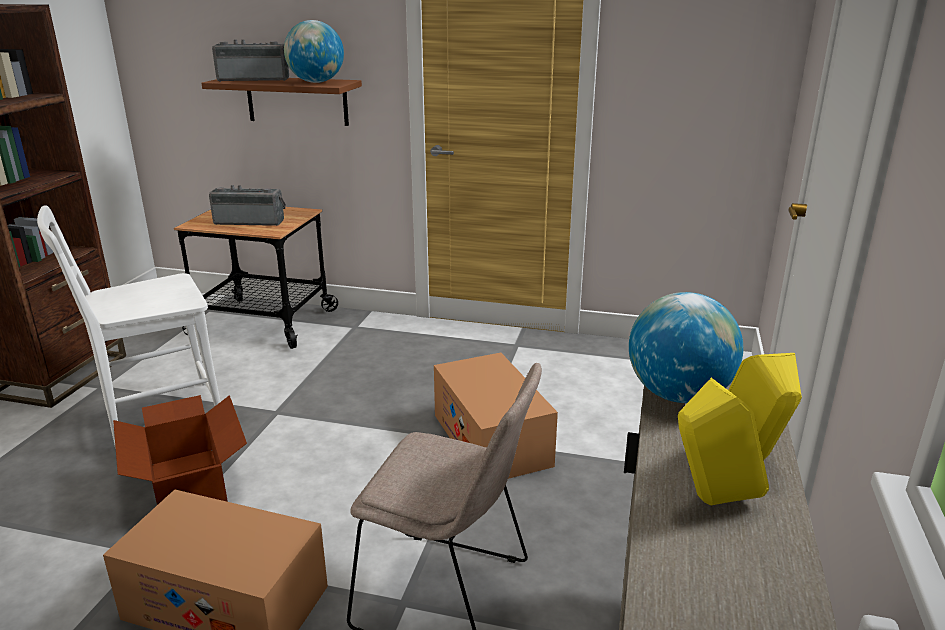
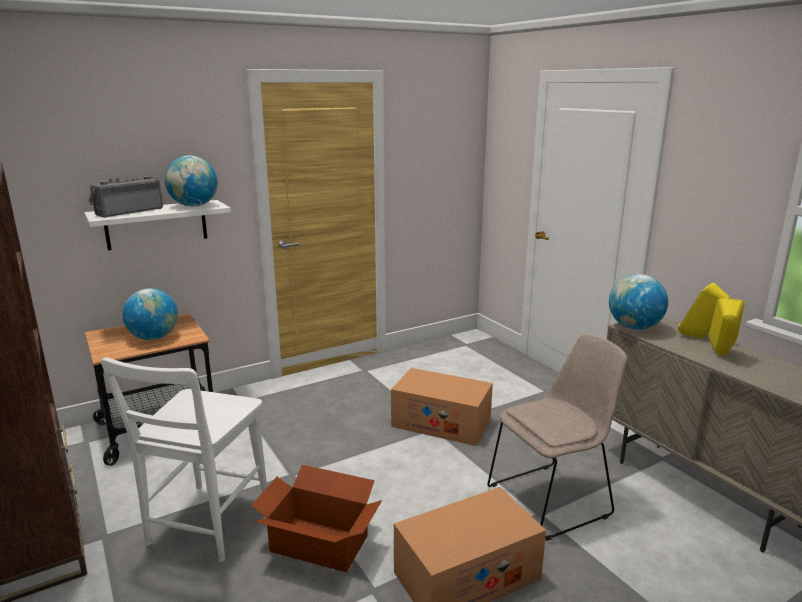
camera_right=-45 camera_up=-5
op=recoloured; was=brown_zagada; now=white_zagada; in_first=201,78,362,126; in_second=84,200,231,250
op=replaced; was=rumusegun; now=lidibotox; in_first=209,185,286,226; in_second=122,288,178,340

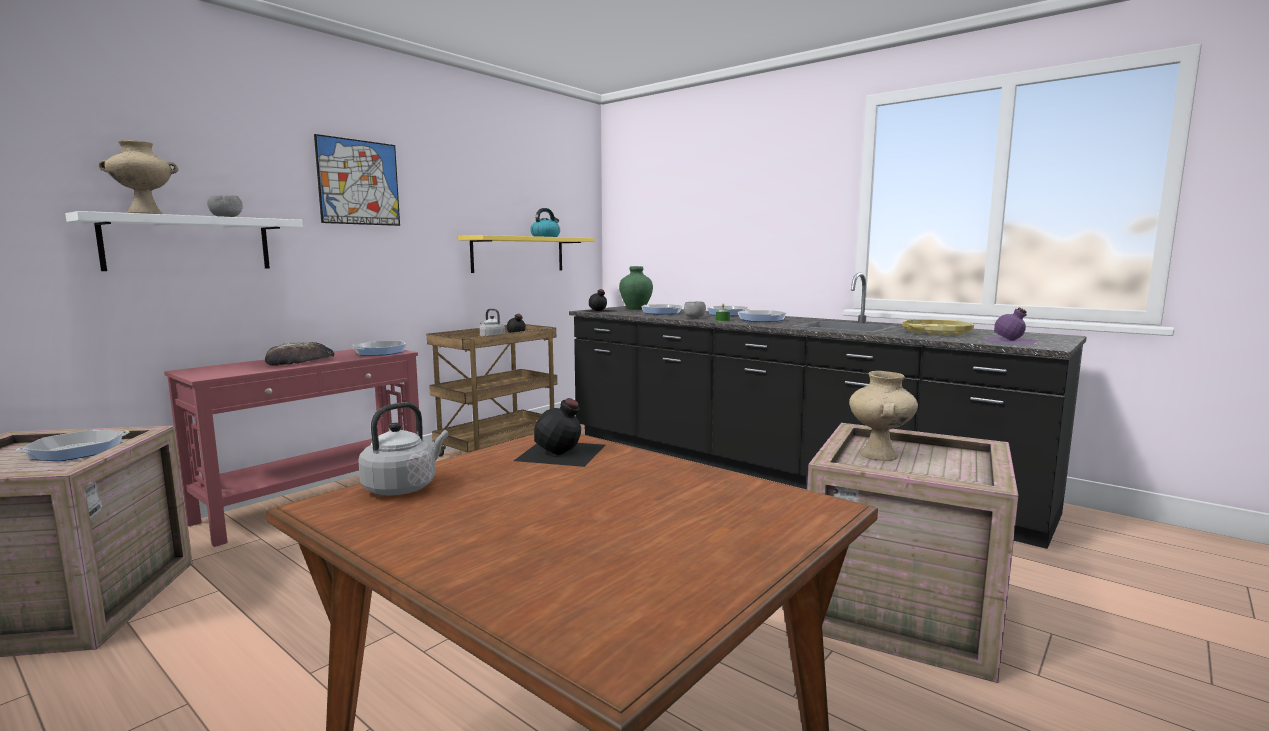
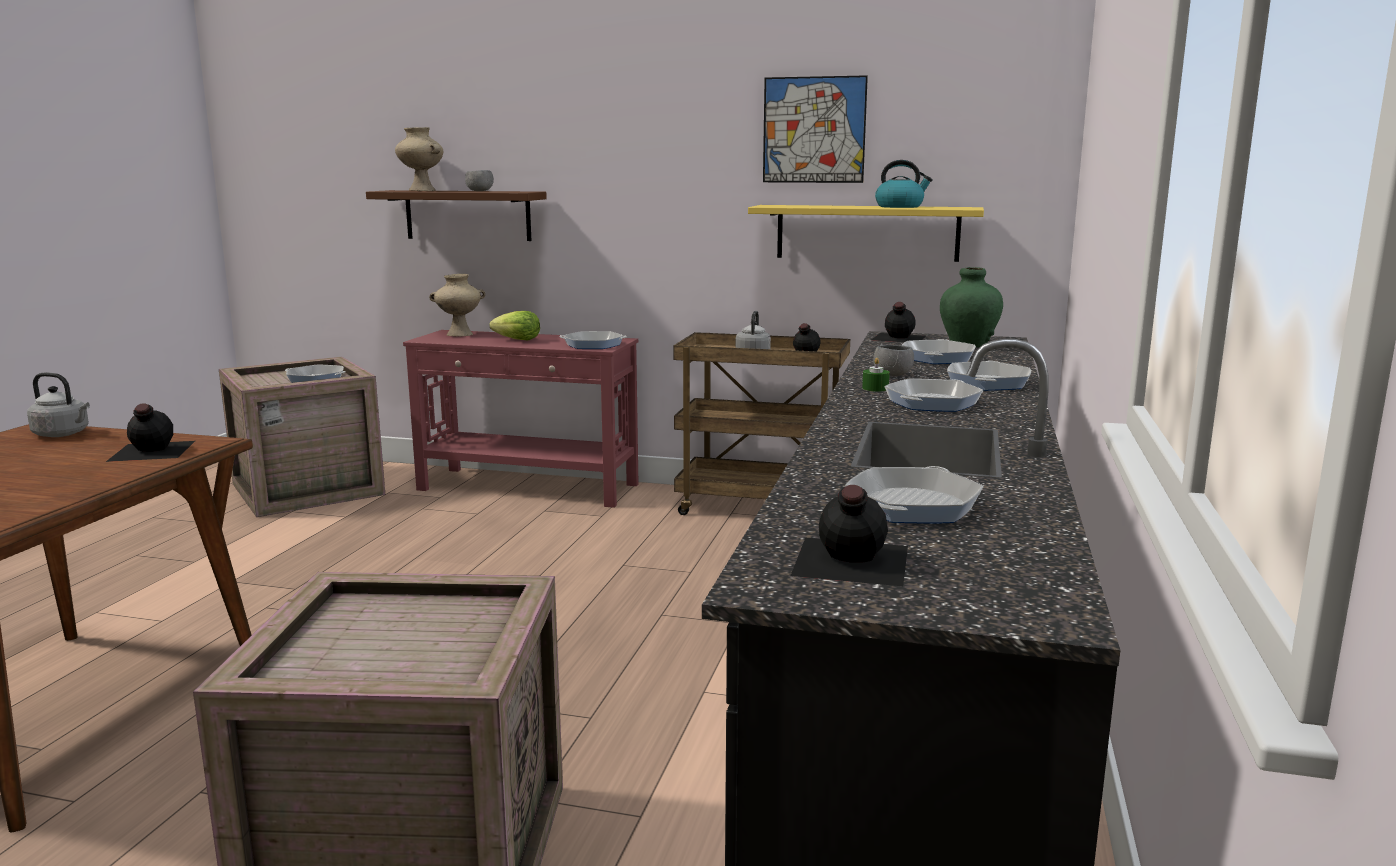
camera_right=65 camera_up=5
op=moved; was=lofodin; in_first=314,134,400,226; in_second=763,75,868,183
op=recoloured; was=white_zagada; now=brown_zagada; in_first=65,211,303,271; in_second=366,190,547,241
op=recoloured; was=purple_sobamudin; now=black_sobamudin; in_first=984,308,1038,345; in_second=791,485,908,586
op=replaced; was=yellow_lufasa; now=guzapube; in_first=902,319,974,336; in_second=845,466,984,523
op=replaced; was=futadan; now=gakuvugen; in_first=265,342,335,366; in_second=490,311,540,340
op=moved; was=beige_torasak; in_first=849,371,918,461; in_second=429,274,486,337

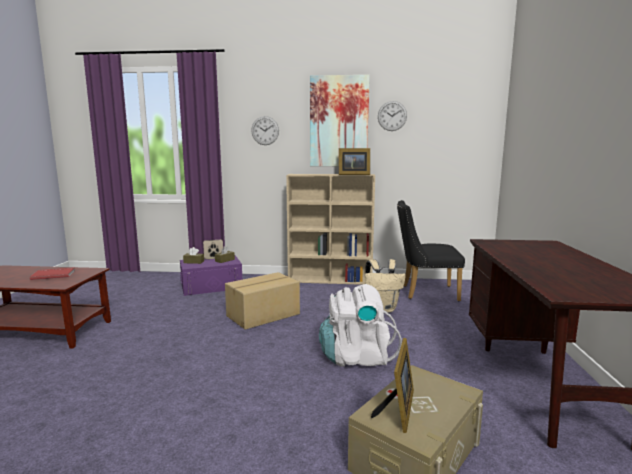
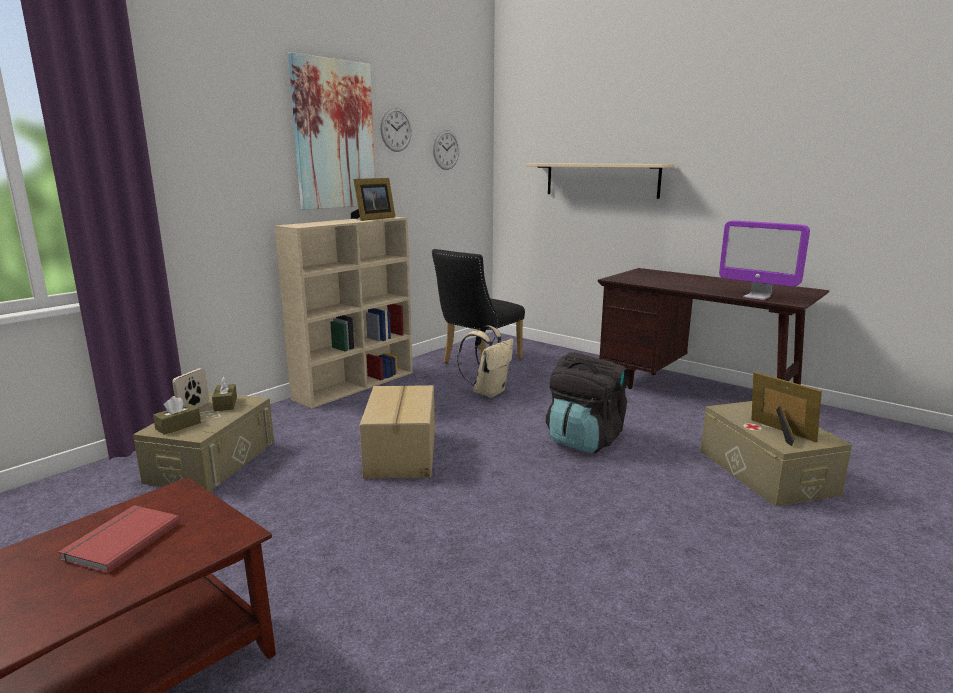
camera_right=-55 camera_up=5
op=moved; was=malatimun; in_first=251,116,279,145; in_second=433,130,459,170
op=recoloured; was=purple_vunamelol; now=beige_vunamelol; in_first=180,255,242,296; in_second=133,392,274,492
op=recoloured; was=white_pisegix; now=black_pisegix; in_first=319,284,402,367; in_second=546,353,630,453
op=added; now=beige_zagada; in_second=525,163,675,199
op=added; now=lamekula; in_second=719,221,810,300

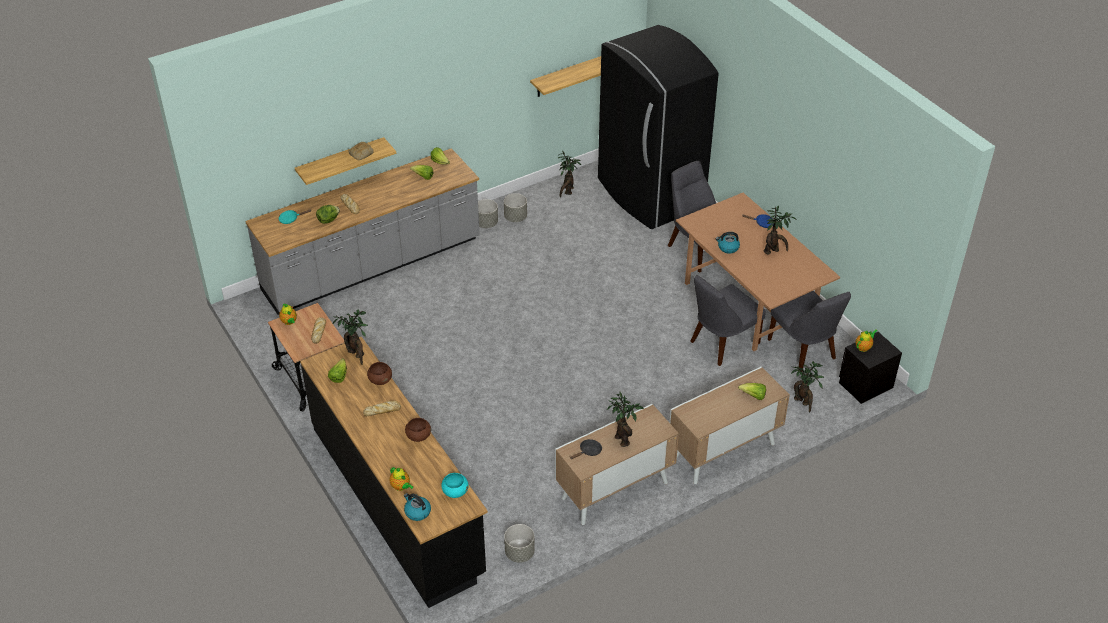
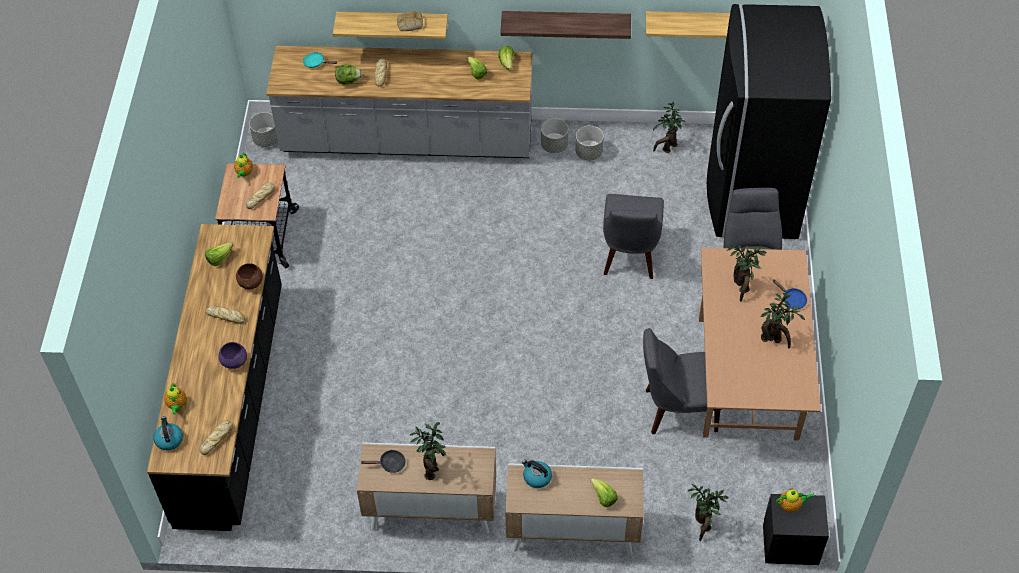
camera_right=35 camera_up=10
op=moved; was=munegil; in_first=716,232,740,254; in_second=522,459,552,488
op=moved; was=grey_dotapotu; in_first=768,291,851,370; in_second=603,194,664,279
op=moved; was=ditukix; in_first=332,309,368,365; in_second=726,243,767,302
op=recoloured; was=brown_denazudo; now=purple_denazudo; in_first=405,418,431,442; in_second=218,342,247,369
op=replaced; was=turquoise_denazudo; now=futadan; in_first=441,473,469,498; in_second=199,420,233,455
op=moved; was=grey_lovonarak; in_first=504,524,535,563; in_second=249,112,278,147
op=added; now=zagada; in_second=500,11,631,39

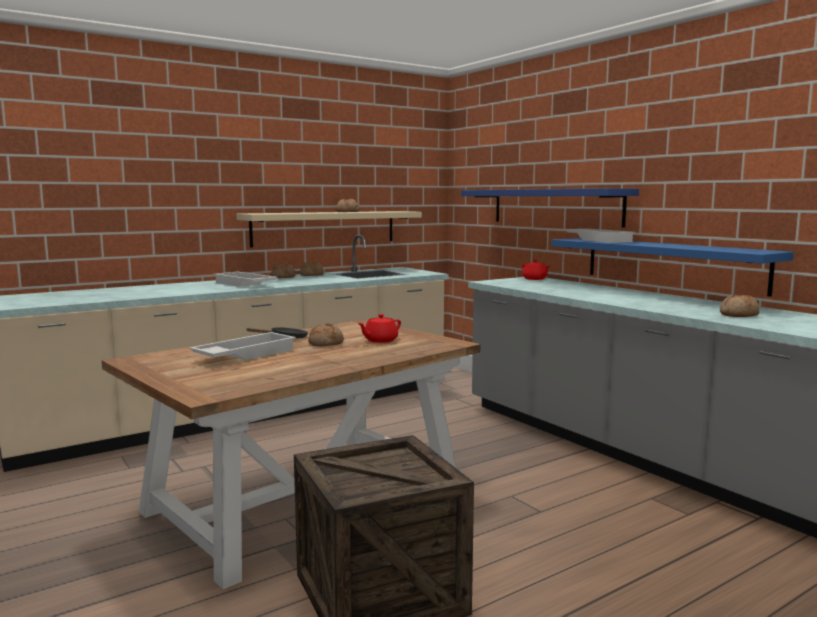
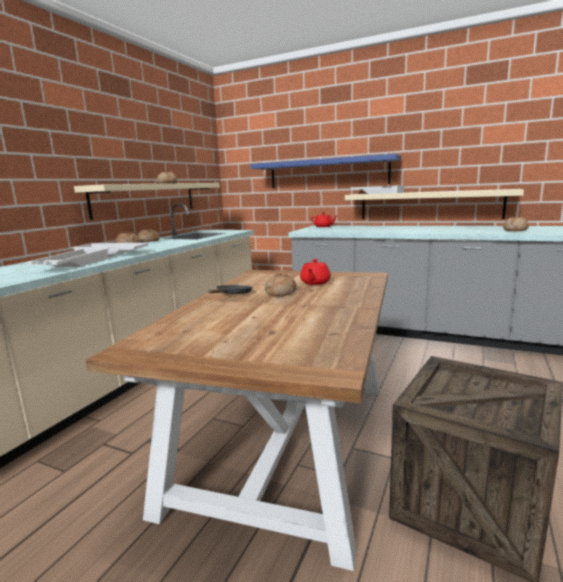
camera_right=-30 camera_up=5
op=recoloured; was=blue_zagada; now=beige_zagada; in_first=551,238,794,297; in_second=345,189,524,220
op=moved; was=white_lufasa; in_first=189,332,296,360; in_second=27,248,110,267

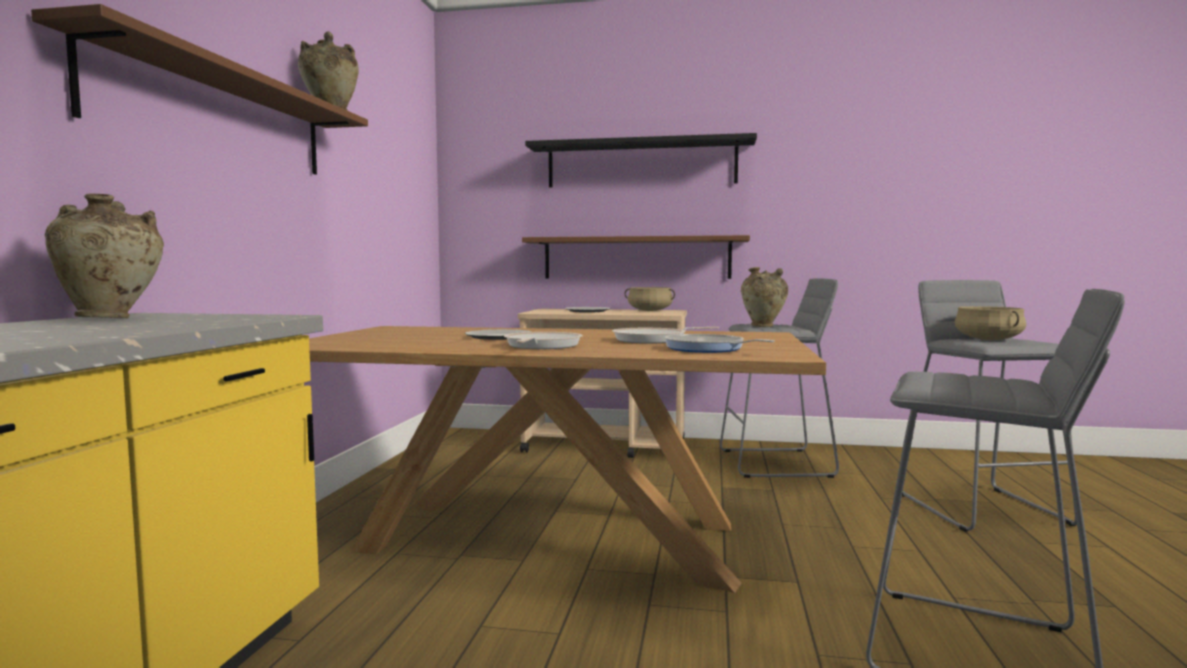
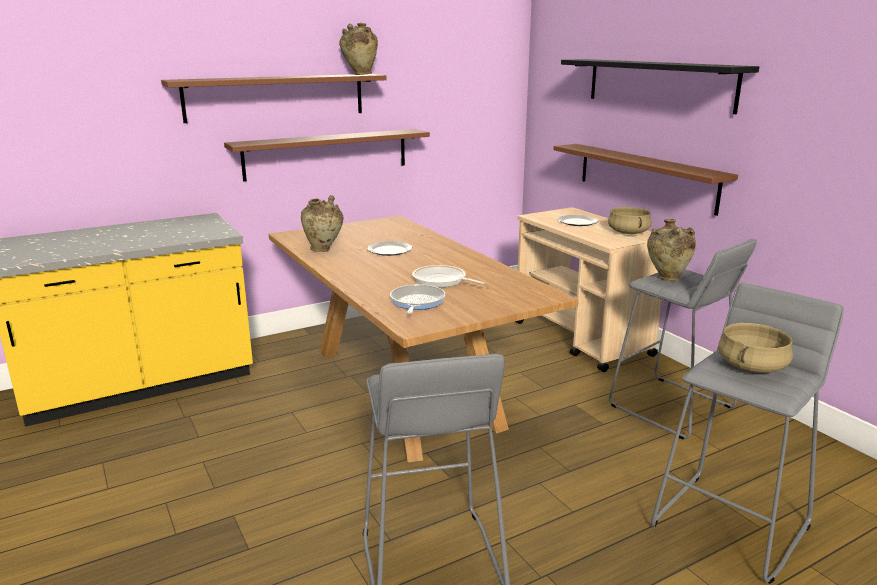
camera_right=50 camera_up=15
op=moved; was=beige_torasak; in_first=45,194,164,318; in_second=301,195,344,252
op=removed; was=guzapube; in_first=504,332,583,349
op=added; now=brown_zagada; in_second=224,129,430,181

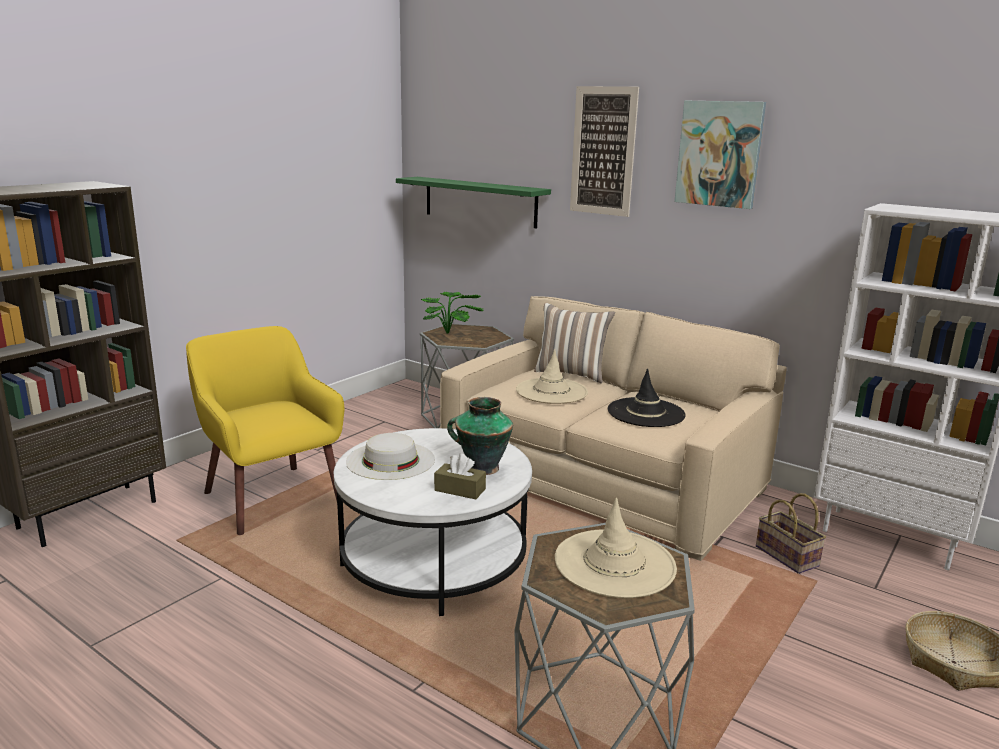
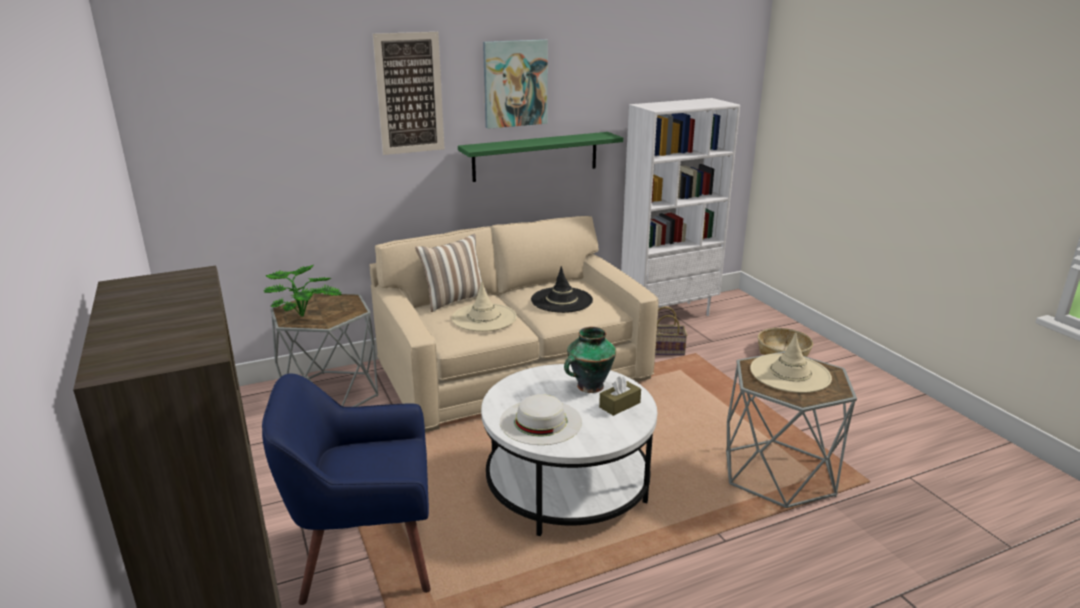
camera_right=-60 camera_up=5
op=moved; was=green_zagada; in_first=396,177,551,228; in_second=458,132,623,182
op=recoloured; was=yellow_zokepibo; now=blue_zokepibo; in_first=186,326,344,535; in_second=262,373,431,605

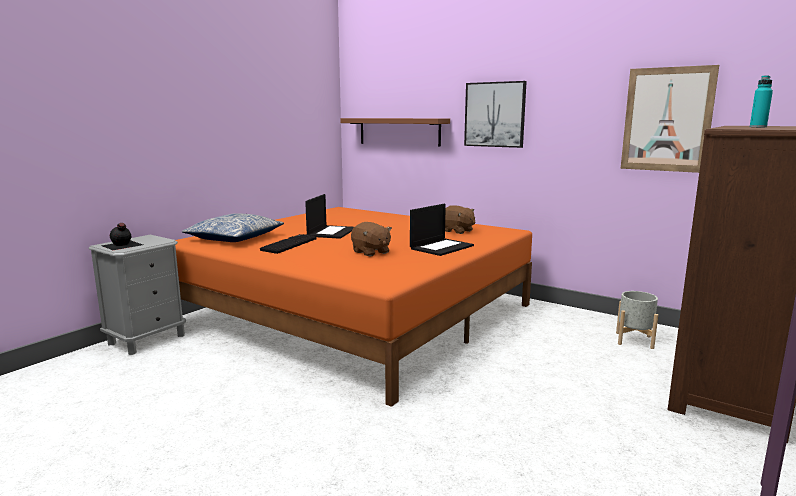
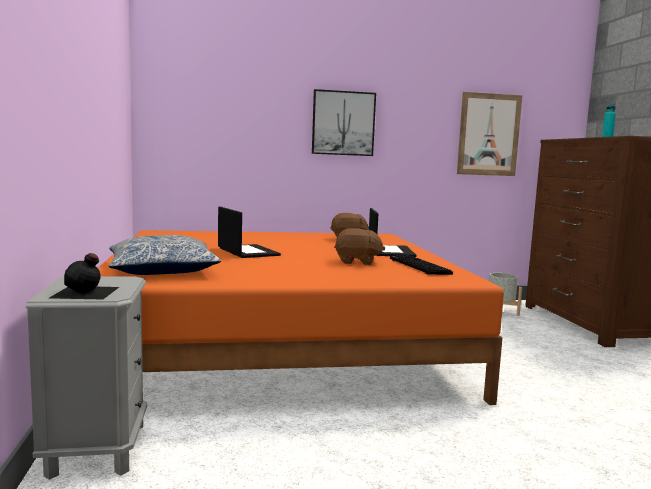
camera_right=-45 camera_up=-5
op=removed; was=brown_zagada; in_first=340,118,450,147
op=moved; was=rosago; in_first=260,234,316,254; in_second=390,255,453,275

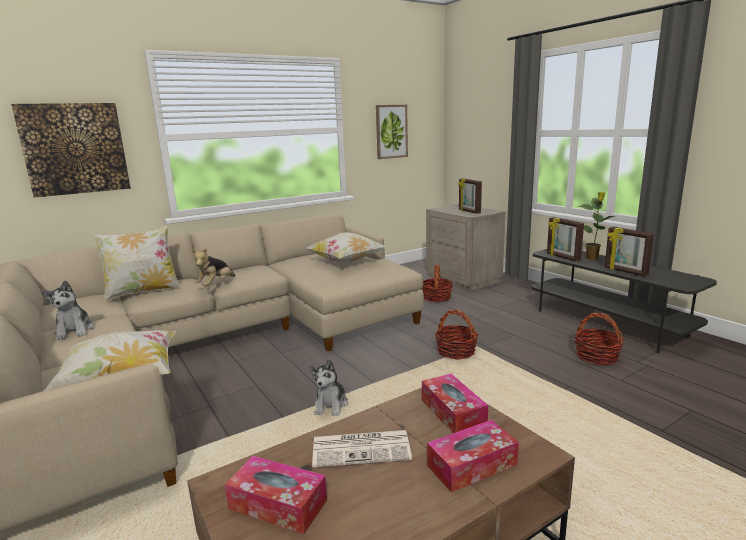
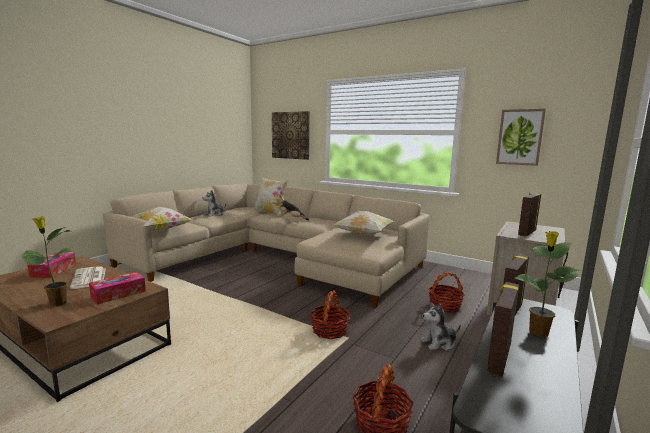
camera_right=65 camera_up=-5
op=moved; was=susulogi; in_first=309,359,348,416; in_second=421,302,461,351
op=replaced; was=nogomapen; now=ditukix; in_first=427,420,519,493; in_second=21,216,74,306

